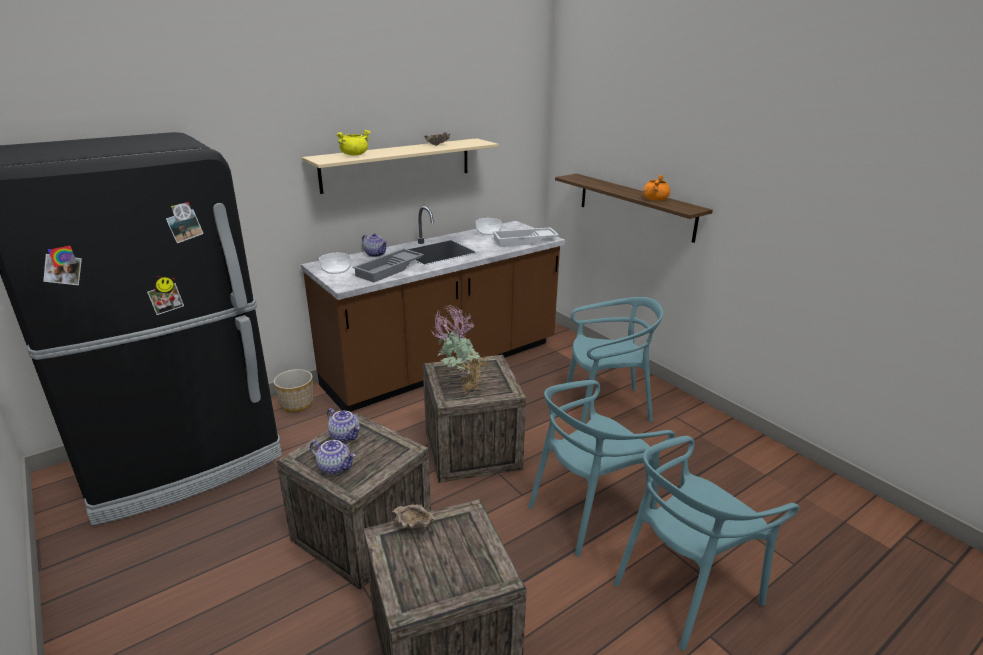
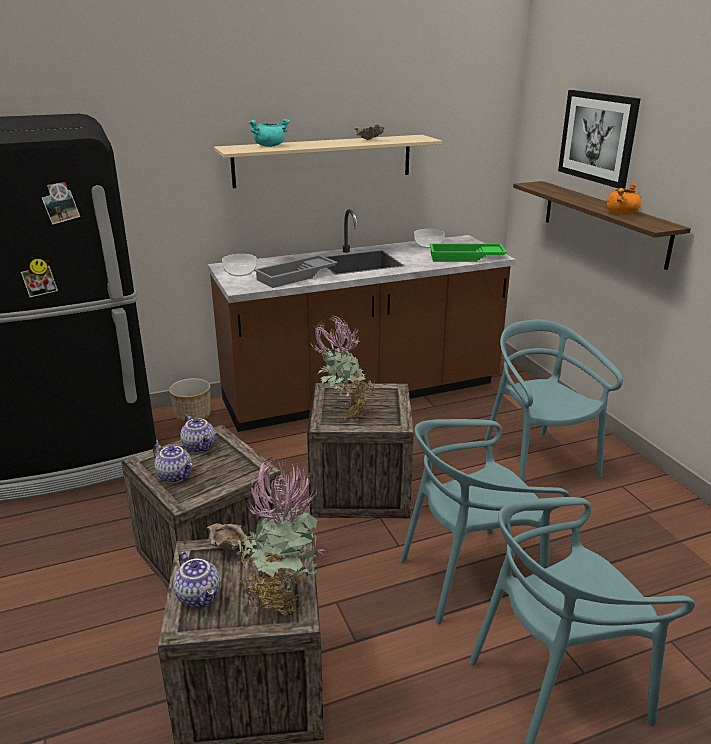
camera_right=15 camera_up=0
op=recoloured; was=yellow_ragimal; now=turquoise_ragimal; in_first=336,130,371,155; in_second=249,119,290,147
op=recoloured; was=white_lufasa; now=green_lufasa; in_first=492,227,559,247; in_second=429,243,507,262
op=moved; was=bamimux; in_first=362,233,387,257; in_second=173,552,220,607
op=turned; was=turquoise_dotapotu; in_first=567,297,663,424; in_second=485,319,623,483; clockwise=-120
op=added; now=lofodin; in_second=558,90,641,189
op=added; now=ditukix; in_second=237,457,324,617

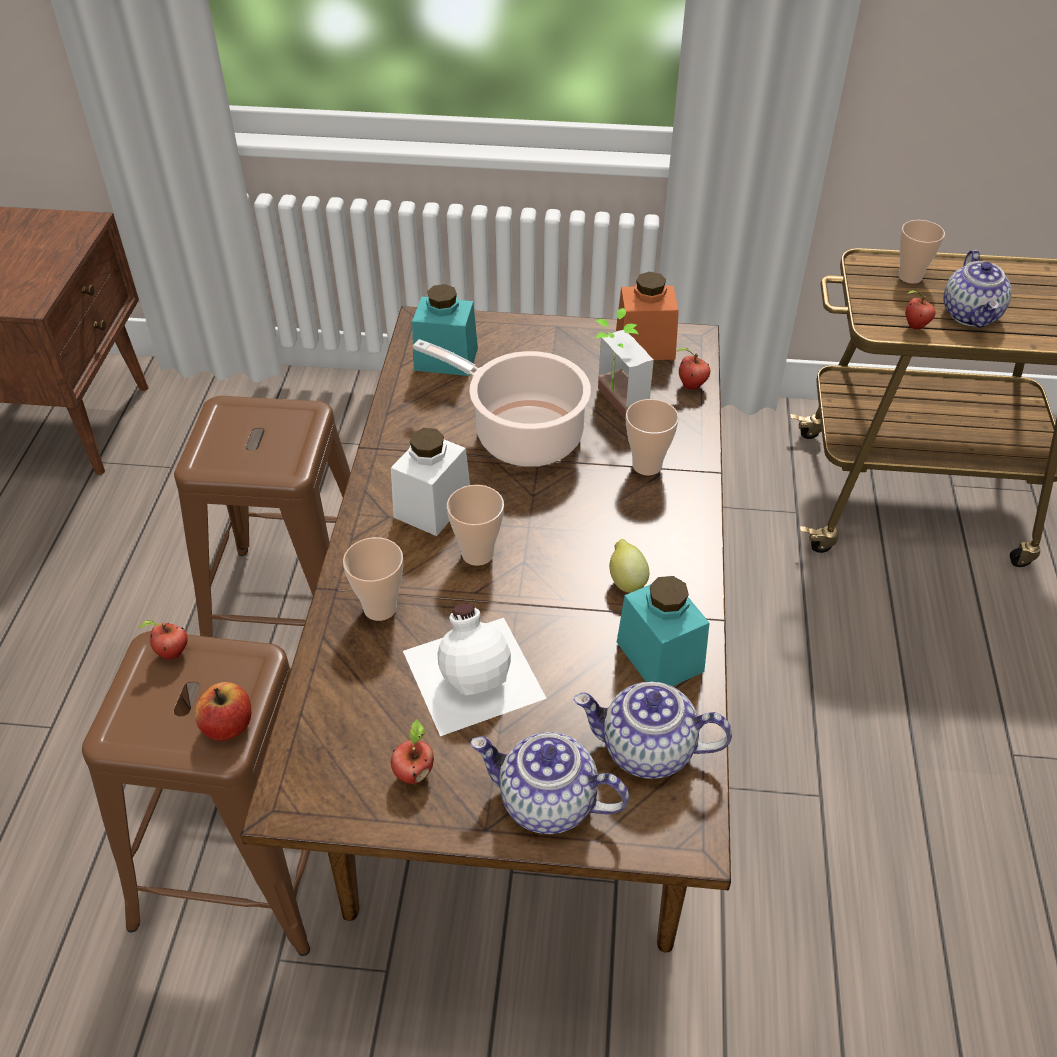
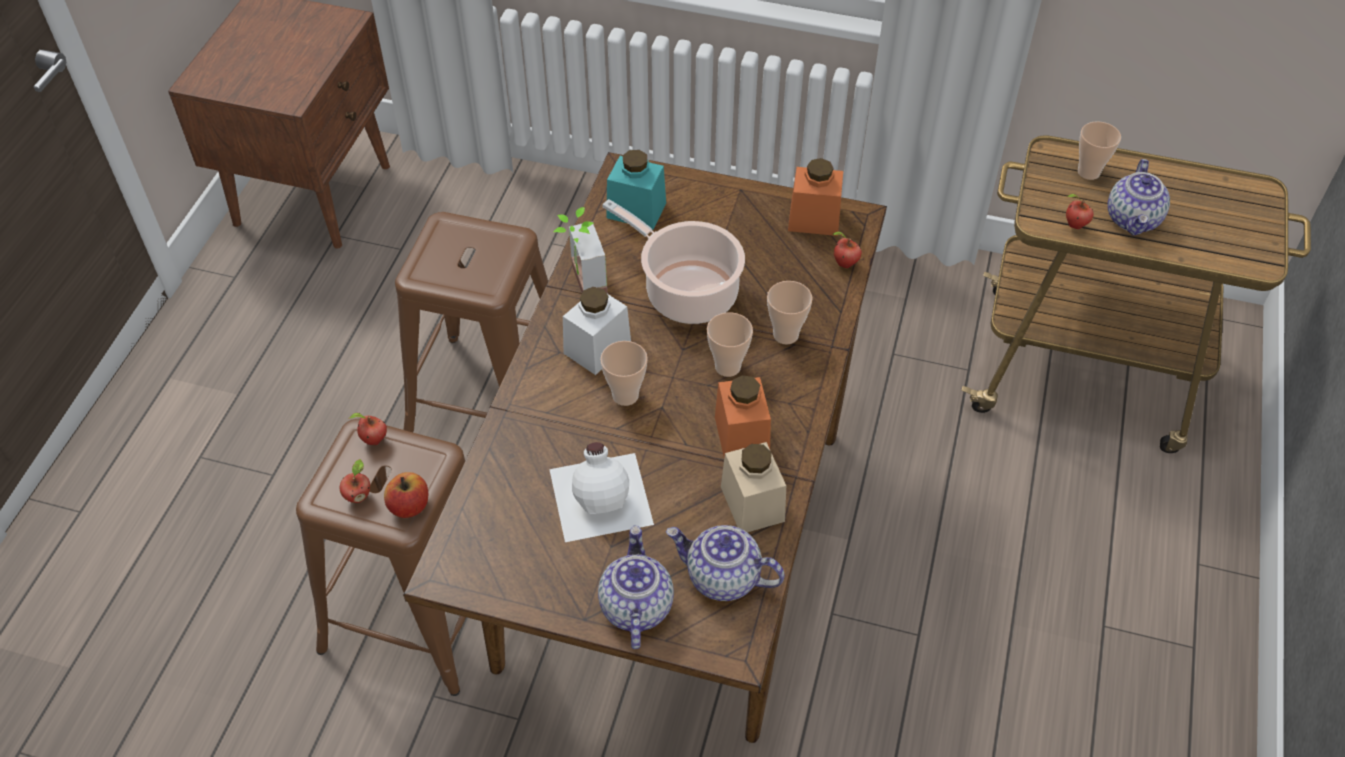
camera_right=10 camera_up=5
op=moved; was=ditukix; in_first=594,308,654,419; in_second=553,207,607,293
op=moved; was=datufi; in_first=343,537,403,621; in_second=707,312,753,377
op=replaced; was=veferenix; now=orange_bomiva; in_first=609,539,649,593; in_second=715,375,771,457
op=recoloured; was=turquoise_bomiva; now=beige_bomiva; in_first=617,576,709,686; in_second=721,442,786,532
op=moved; was=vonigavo; in_first=391,720,434,784; in_second=340,459,370,503
op=turned; was=bamimux; in_first=470,732,629,834; in_second=598,525,674,649; clockwise=60

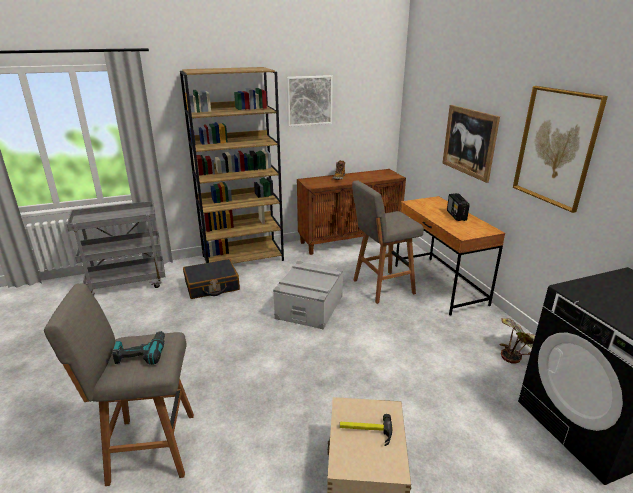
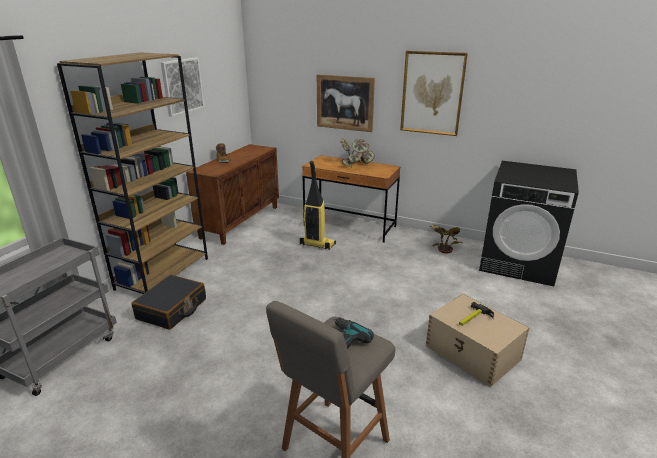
camera_right=-45 camera_up=0
op=replaced; was=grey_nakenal; now=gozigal; in_first=352,180,424,304; in_second=300,161,336,250
op=replaced; was=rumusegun; now=ditukix; in_first=447,193,470,221; in_second=341,138,375,168
op=removed; was=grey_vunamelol; in_first=273,261,343,330

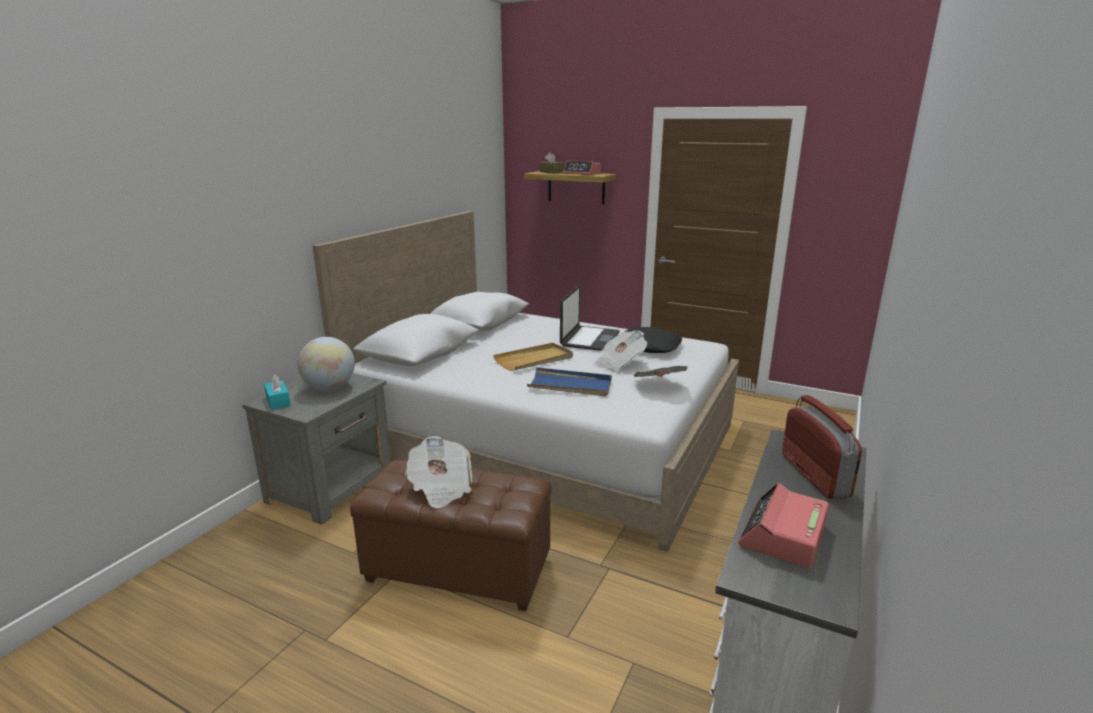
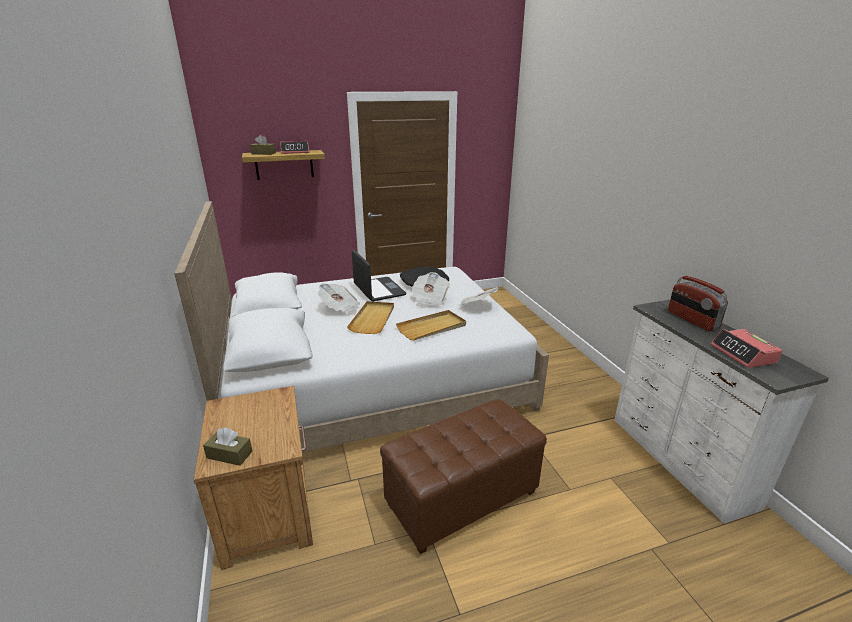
camera_right=-45 camera_up=5
op=removed; was=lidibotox; in_first=298,337,355,391
op=recoloured; was=blue_lufasa; now=beige_lufasa; in_first=527,367,612,396; in_second=396,310,466,340
op=recoloured; was=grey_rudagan; now=brown_rudagan; in_first=242,373,391,525; in_second=194,386,313,570
op=recoloured; was=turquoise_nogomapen; now=brown_nogomapen; in_first=264,374,291,410; in_second=203,427,253,466
op=turned; was=rumusegun; in_first=782,395,862,499; in_second=668,276,728,331; clockwise=-150
op=moved; was=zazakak; in_first=405,436,472,508; in_second=318,283,360,315

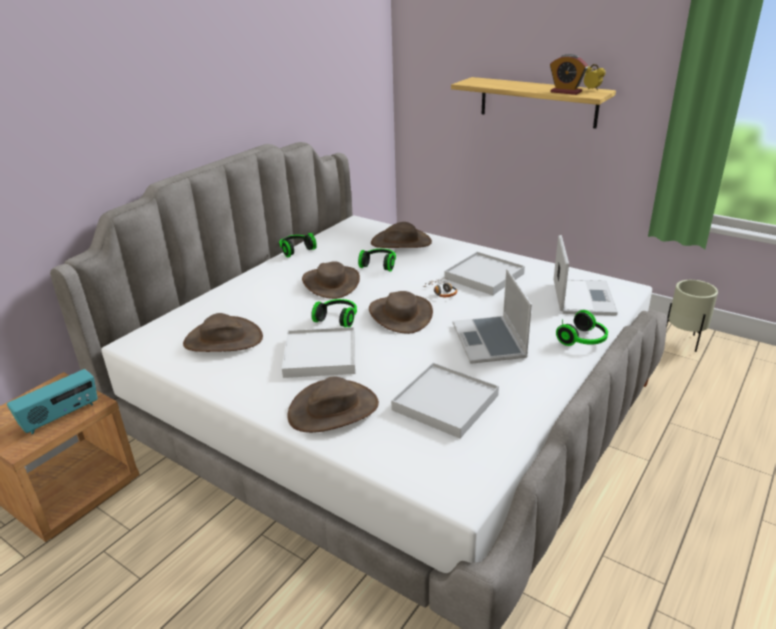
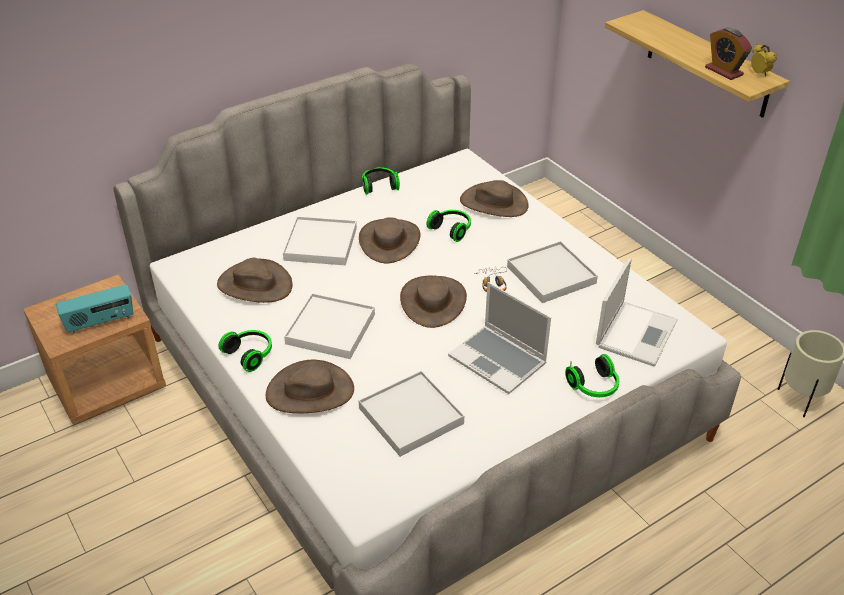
camera_right=20 camera_up=10
op=turned; was=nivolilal; in_first=453,269,532,364; in_second=448,282,551,394; clockwise=-60
op=moved; was=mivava; in_first=312,299,357,327; in_second=218,330,272,372
op=added; now=white_lufasa; in_second=283,216,357,265

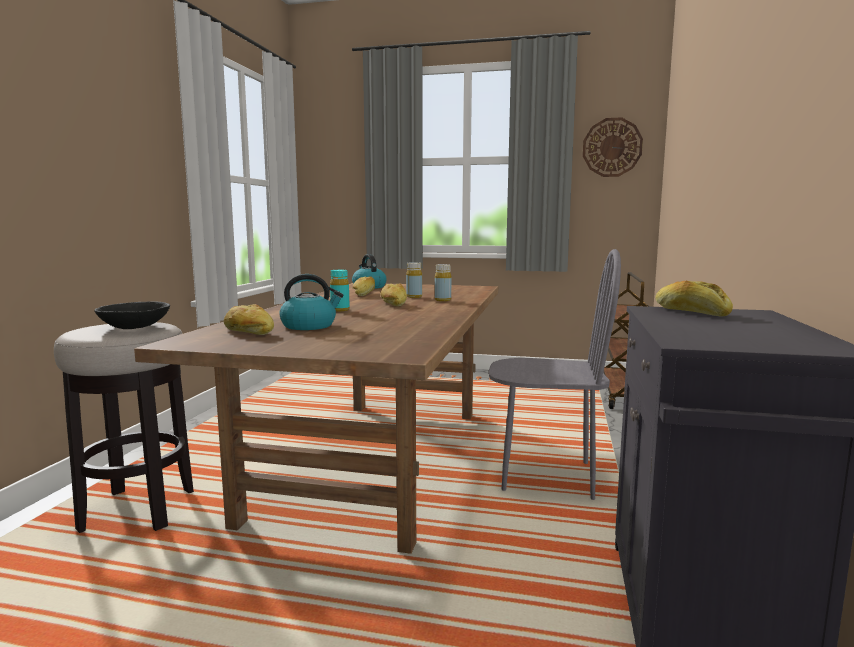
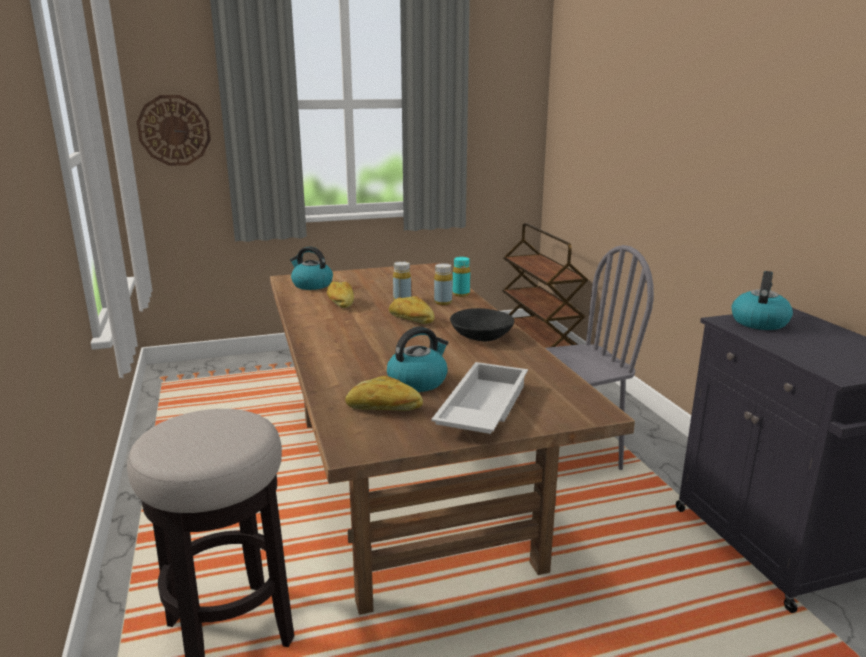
camera_right=-30 camera_up=10
op=moved; was=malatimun; in_first=583,117,643,177; in_second=137,95,211,166
op=moved; was=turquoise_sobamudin; in_first=330,270,350,311; in_second=453,257,470,297
op=replaced; was=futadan; now=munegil; in_first=655,281,733,317; in_second=732,271,793,330
op=moved; was=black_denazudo; in_first=94,301,170,329; in_second=450,308,514,341
op=added; now=white_lufasa; in_second=431,362,528,434

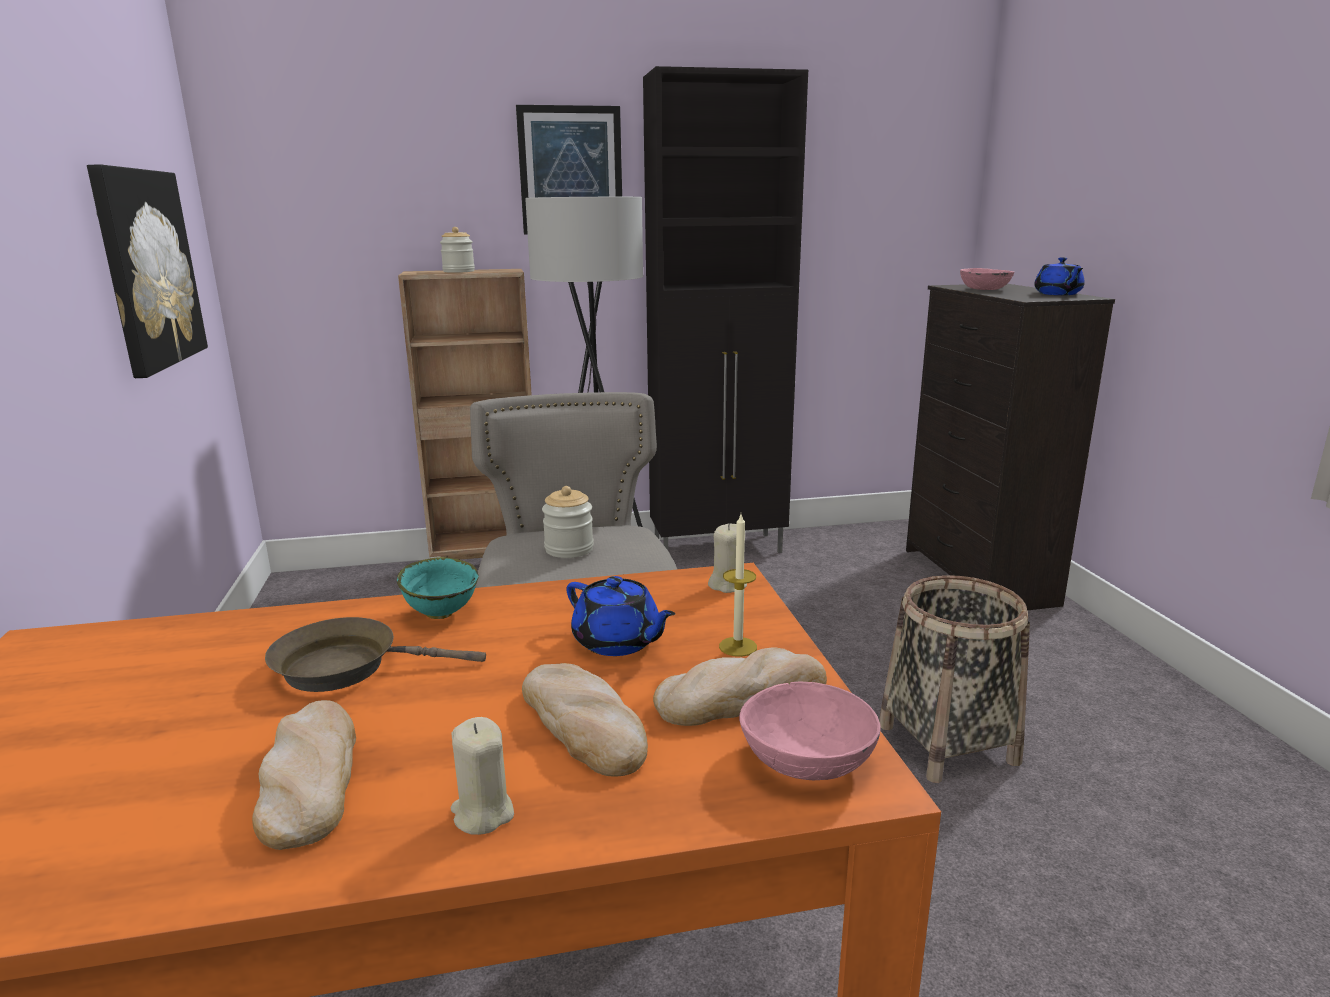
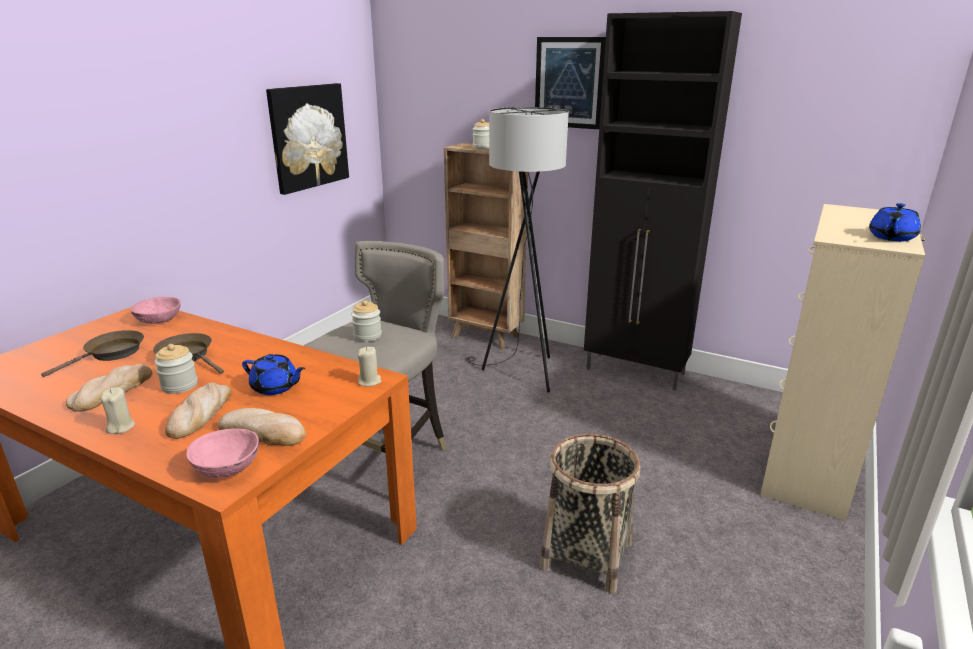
camera_right=40 camera_up=5
op=moved; was=pink_denazudo; in_first=960,268,1014,290; in_second=130,297,181,324
op=recoloured; was=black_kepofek; now=beige_kepofek; in_first=906,284,1115,610; in_second=760,204,925,521
op=removed; was=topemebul; in_first=719,514,757,657
op=removed; was=turquoise_denazudo; in_first=397,557,479,619
op=turned; was=blue_bamimux; in_first=566,576,676,656; in_second=242,354,305,395; clockwise=-60
op=added; now=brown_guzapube; in_second=41,330,144,377
op=added; now=bomiva; in_second=154,344,198,394

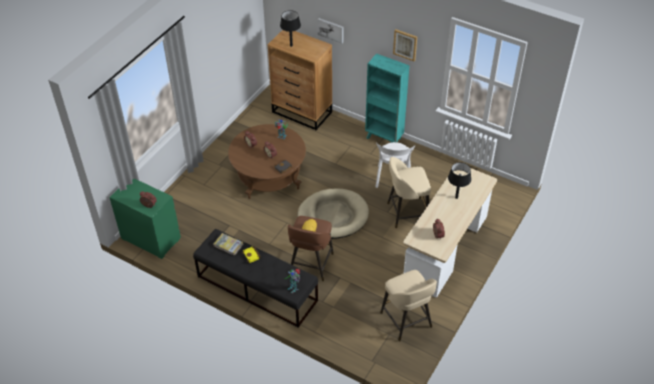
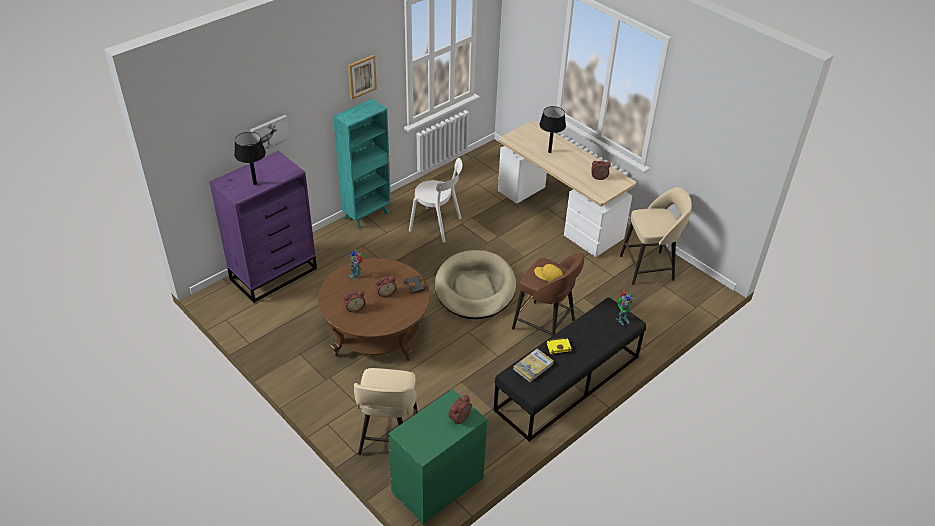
camera_right=-75 camera_up=-5
op=recoloured; was=brown_kepofek; now=purple_kepofek; in_first=267,30,332,130; in_second=209,151,317,303
op=moved; was=beige_nakenal; in_first=387,157,431,228; in_second=354,368,418,455

